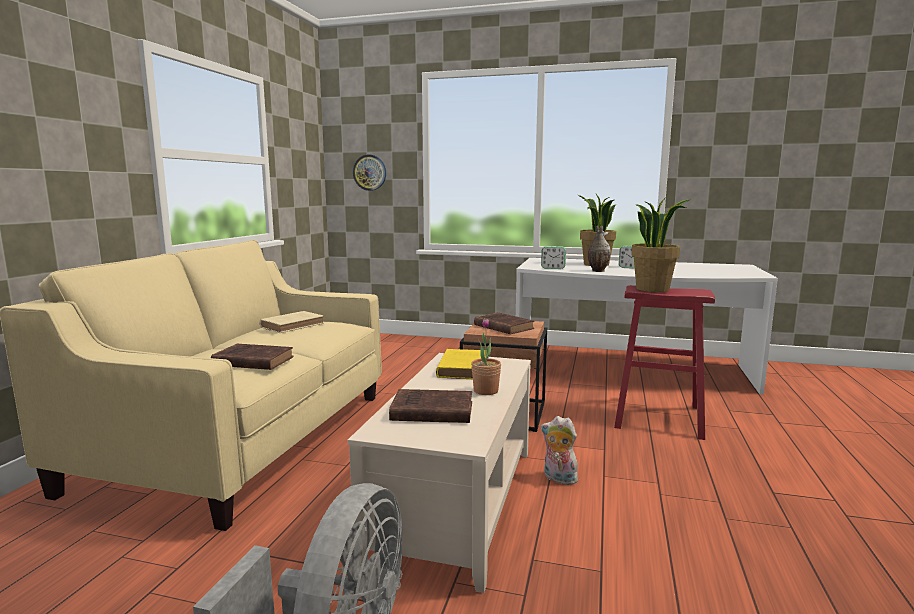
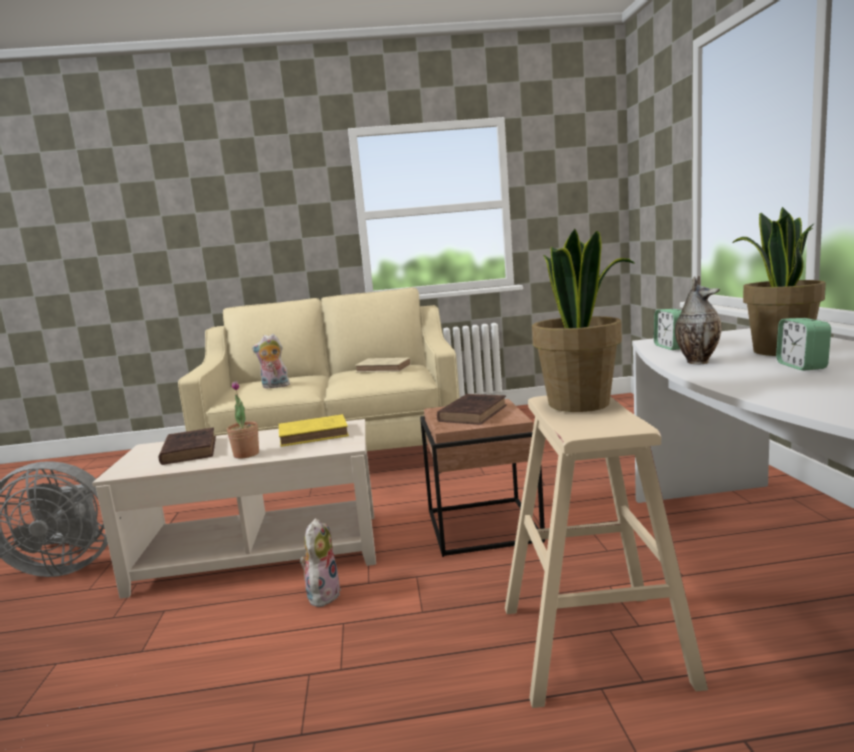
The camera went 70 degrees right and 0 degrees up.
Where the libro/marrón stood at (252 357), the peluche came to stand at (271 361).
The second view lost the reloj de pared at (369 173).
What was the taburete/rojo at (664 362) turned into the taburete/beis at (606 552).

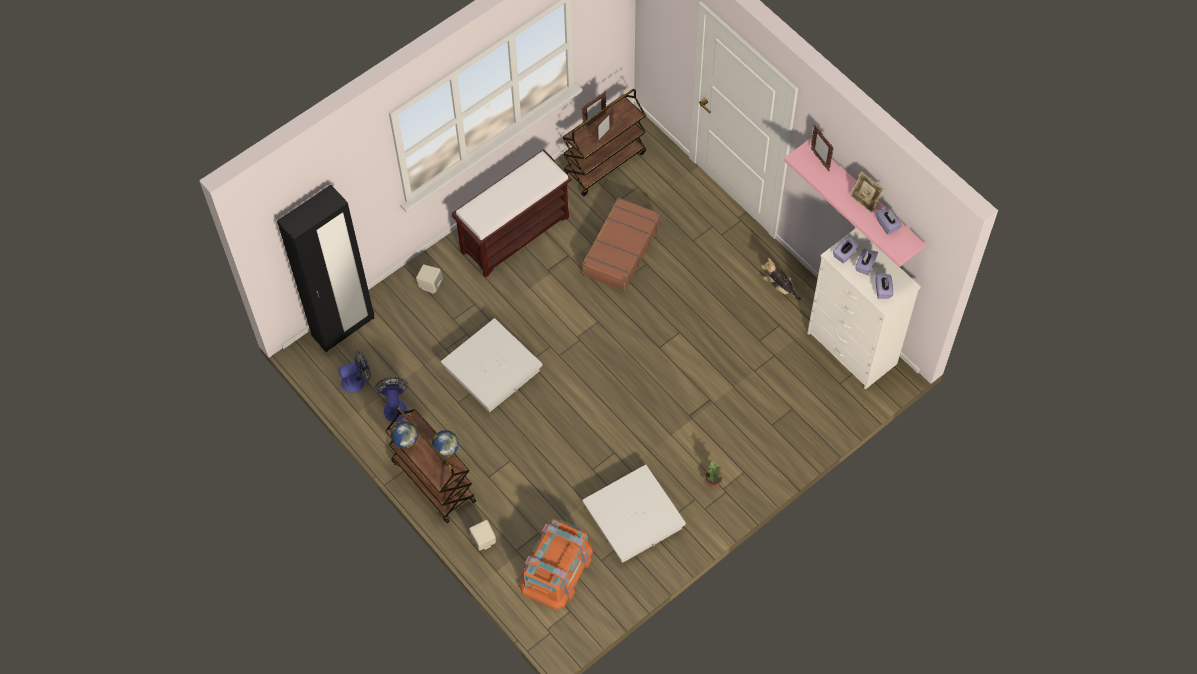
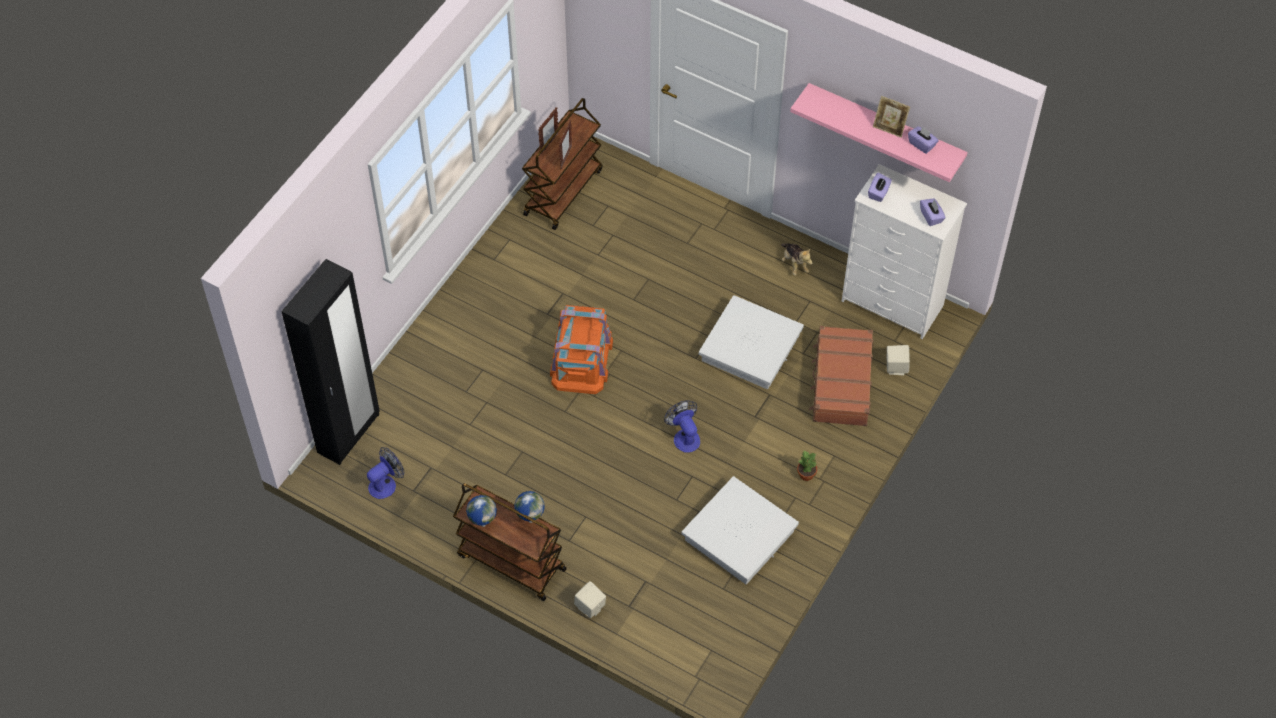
The camera went 20 degrees left and 5 degrees down.
The ventilador ended up elsewhere, having gone from (392 399) to (682 426).
The altavoz/beis ended up elsewhere, having gone from (429 279) to (898 360).
The caja de almacenaje/blanco ended up elsewhere, having gone from (491 365) to (751 342).
The second view lost the banco/marrón at (512 213).
The caja de almacenaje/naranja ended up elsewhere, having gone from (556 564) to (581 349).
The maleta/marrón ended up elsewhere, having gone from (621 244) to (841 376).
The peluche at (781 279) ended up facing another way, 135 degrees counterclockwise from before.
The second view lost the portarretratos at (822 148).
The second view lost the caja de pañuelos/morado at (866 262).

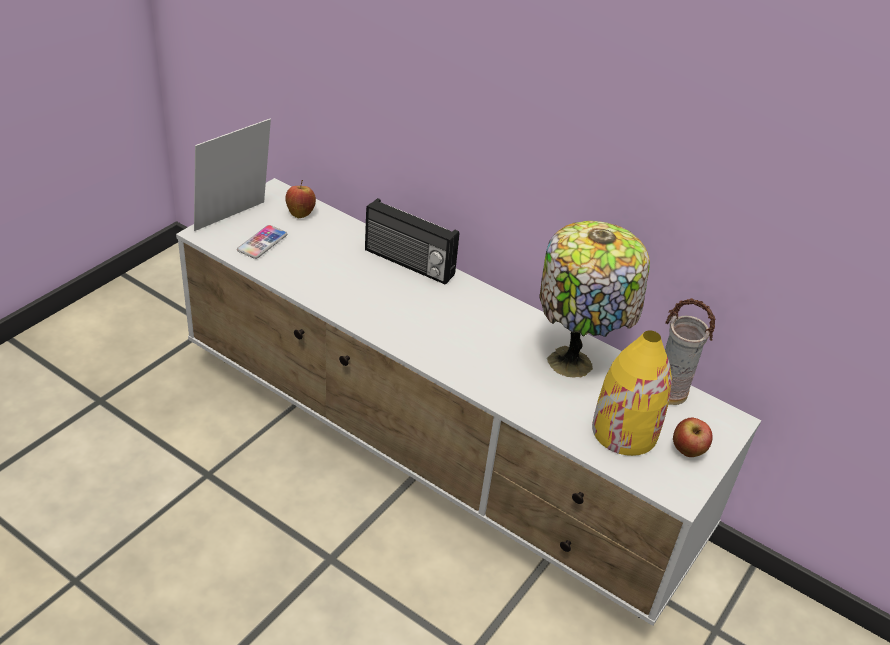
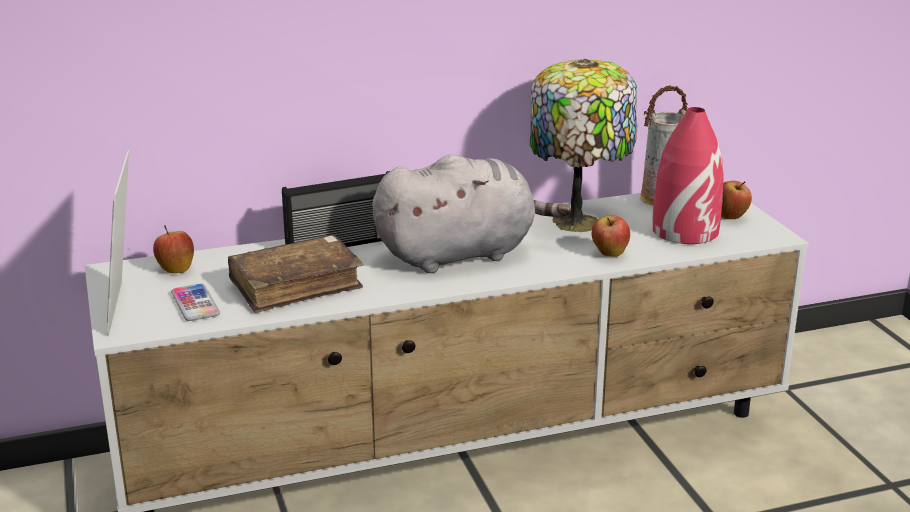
The camera went 50 degrees left and 15 degrees down.
What was the florero/amarillo at (632 393) turned into the florero/rojo at (688 175).
The second view gained the libro/marrón at (296 274).
The second view gained the peluche/gris at (471 213).
The second view gained the manzana at (611 236).

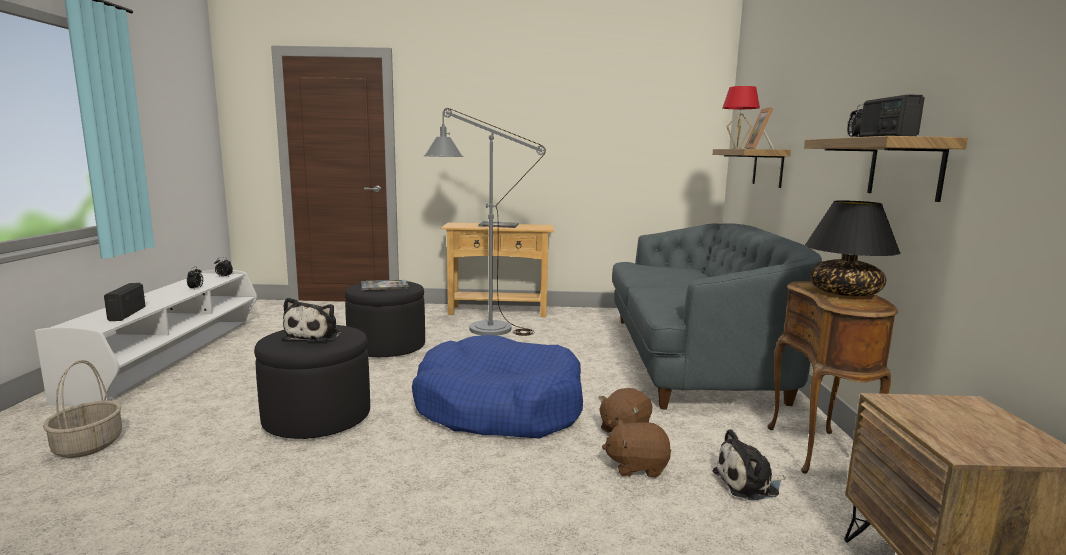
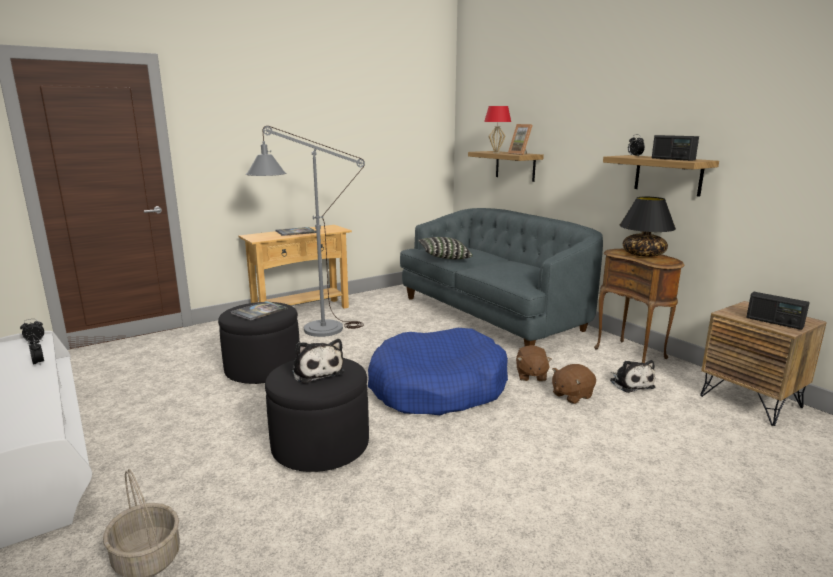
The camera went 35 degrees left and 5 degrees up.
The radio ended up elsewhere, having gone from (125 302) to (778 311).
The peluche at (749 464) ended up facing another way, 60 degrees counterclockwise from before.
The second view gained the cojín at (445 248).

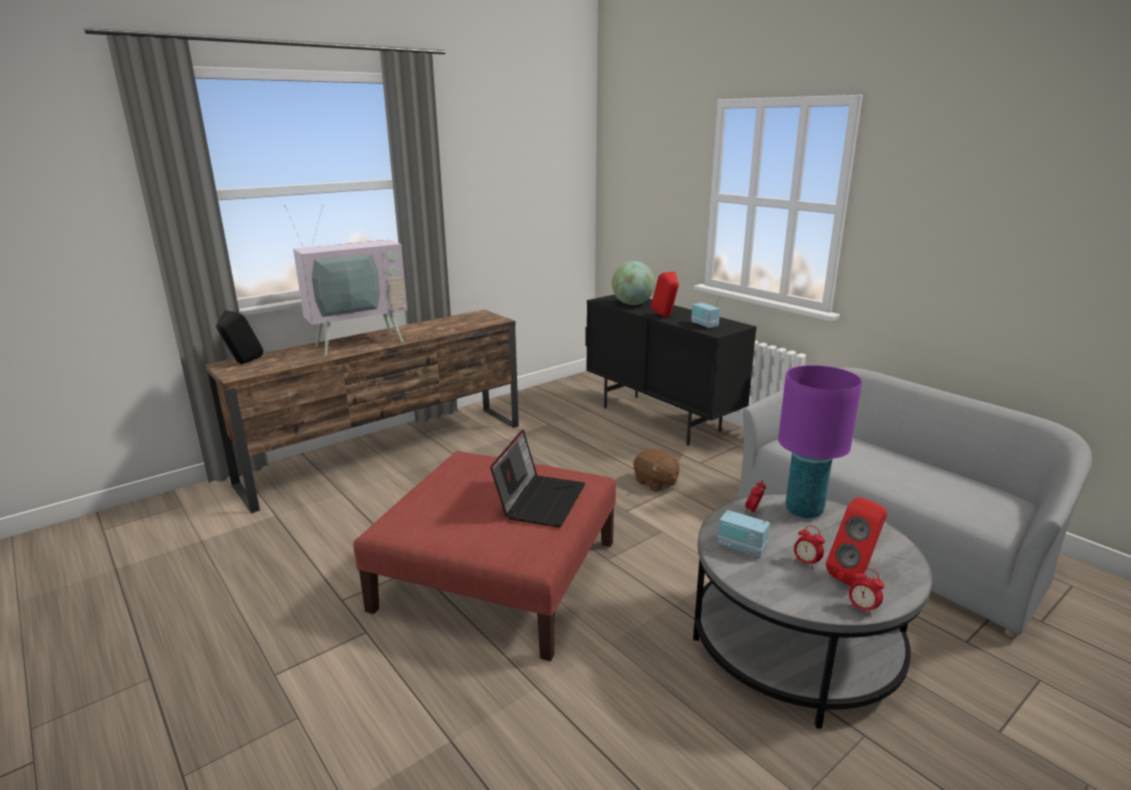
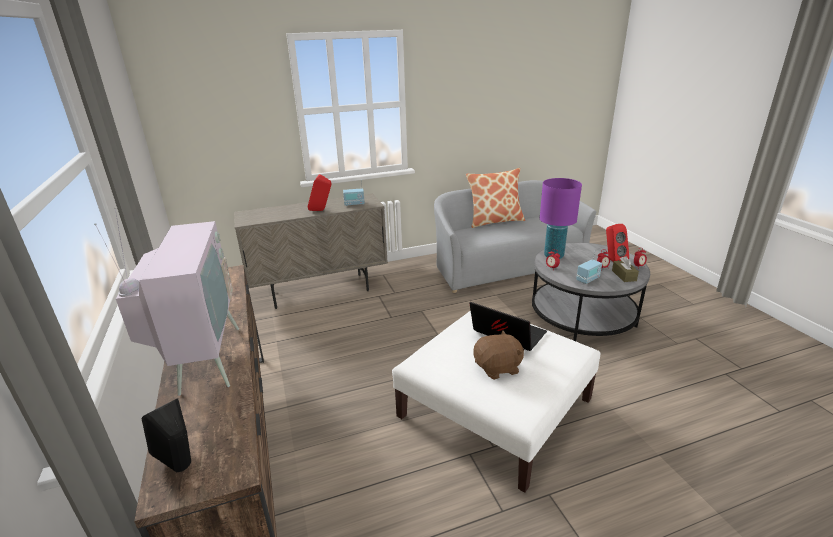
The camera went 70 degrees left and 5 degrees up.
What was the puf/rojo at (484 556) turned into the puf/blanco at (496 401).
What was the armario/negro at (671 370) turned into the armario/beis at (311 251).
The second view lost the globo terráqueo at (633 283).
The peluche/marrón ended up elsewhere, having gone from (657 470) to (498 355).
The second view gained the cojín at (495 198).
The second view gained the caja de pañuelos/marrón at (625 269).

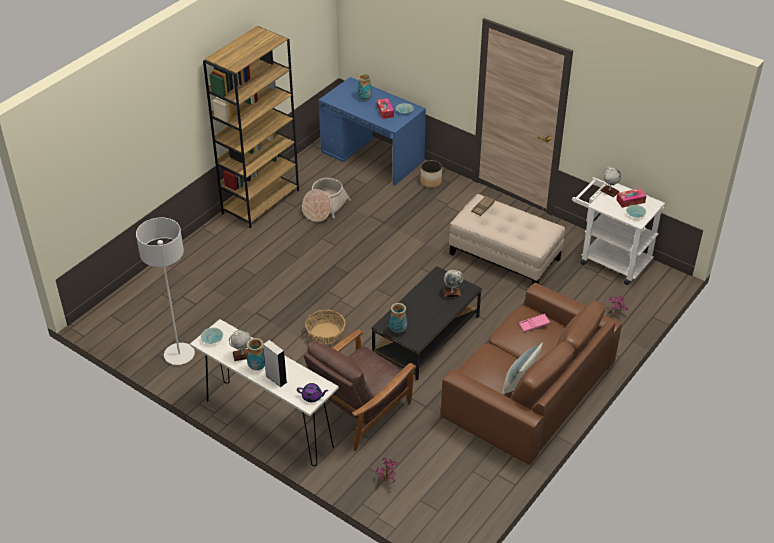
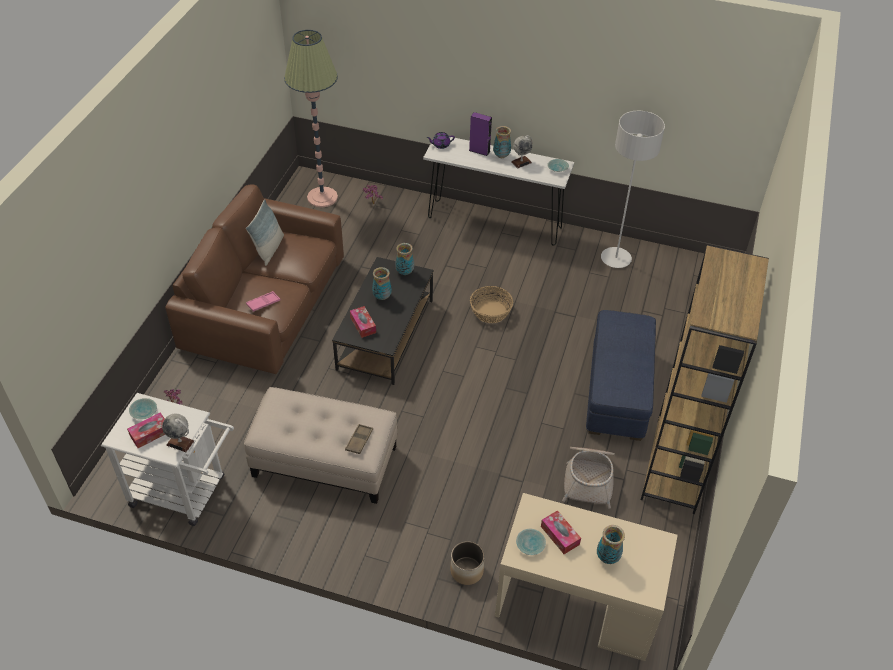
The camera went 160 degrees right and 5 degrees up.
What was the altavoz/gris at (275 363) turned into the altavoz/morado at (480 134).
The second view lost the sillón/marrón at (360 390).
What was the escritorio/azul at (372 131) turned into the escritorio/beis at (586 577).
Where the globo terráqueo stood at (453 284), the caja de pañuelos came to stand at (363 322).
The second view gained the lámpara de pie at (311 118).
The second view gained the florero at (382 283).
The second view gained the puf/azul at (621 375).

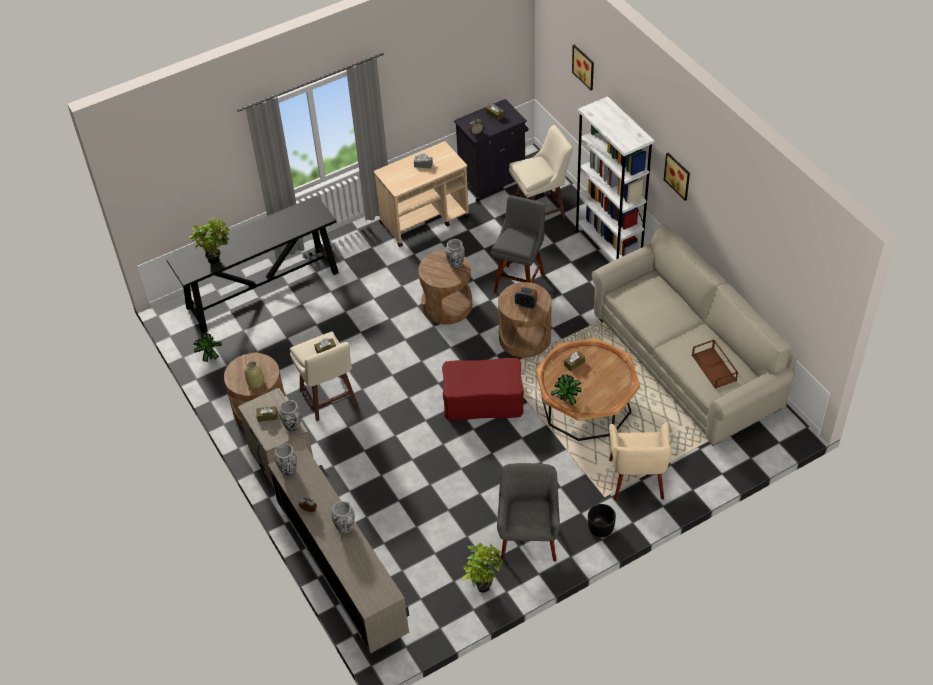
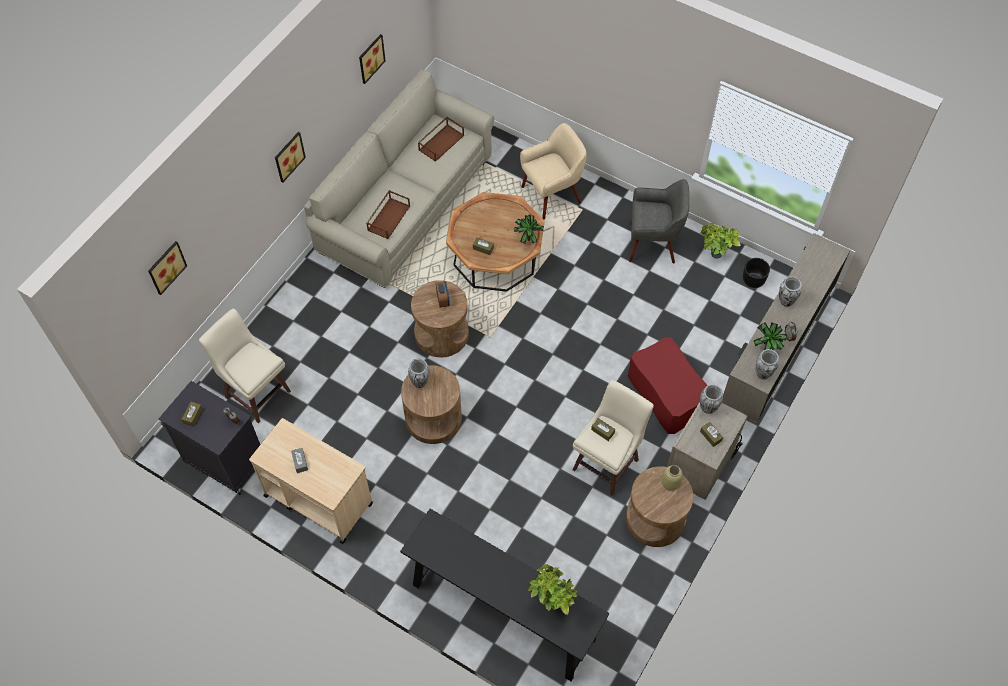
The camera went 120 degrees left and 10 degrees up.
The planta en maceta ended up elsewhere, having gone from (207 348) to (770 336).
The puf/rojo ended up elsewhere, having gone from (483 389) to (667 385).
The second view lost the taburete/gris at (518 244).
The sillón/gris at (528 512) ended up facing another way, 150 degrees counterclockwise from before.
The second view lost the estantería/blanco at (615 178).
The maceta/negro ended up elsewhere, having gone from (602 521) to (756 273).
The second view gained the cuadro at (372 59).
The second view gained the bandeja/marrón at (388 214).

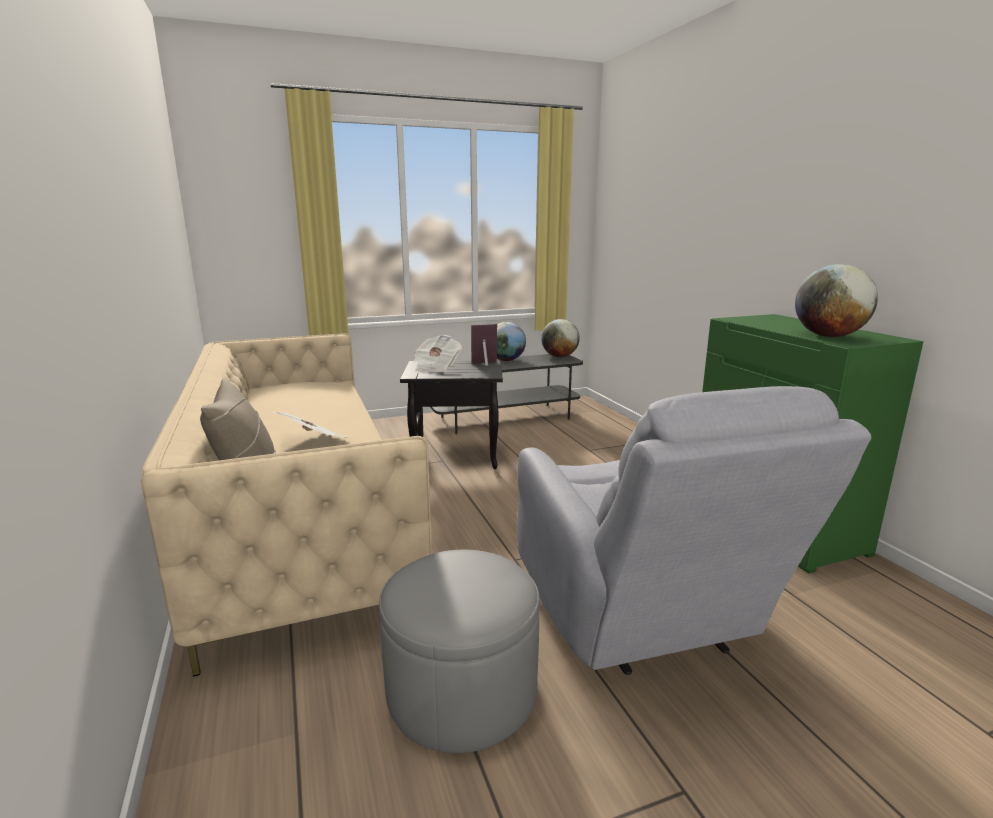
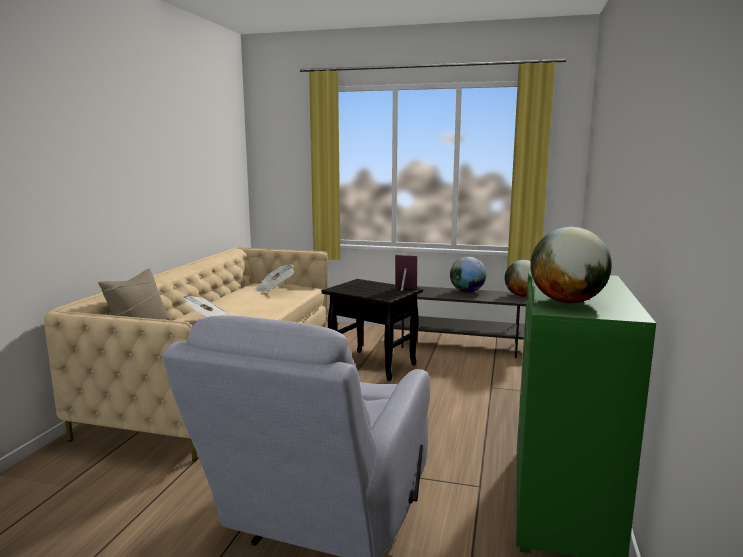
The camera went 35 degrees right and 5 degrees down.
The second view lost the puf/gris at (459 651).
The periódico ended up elsewhere, having gone from (437 354) to (274 278).

